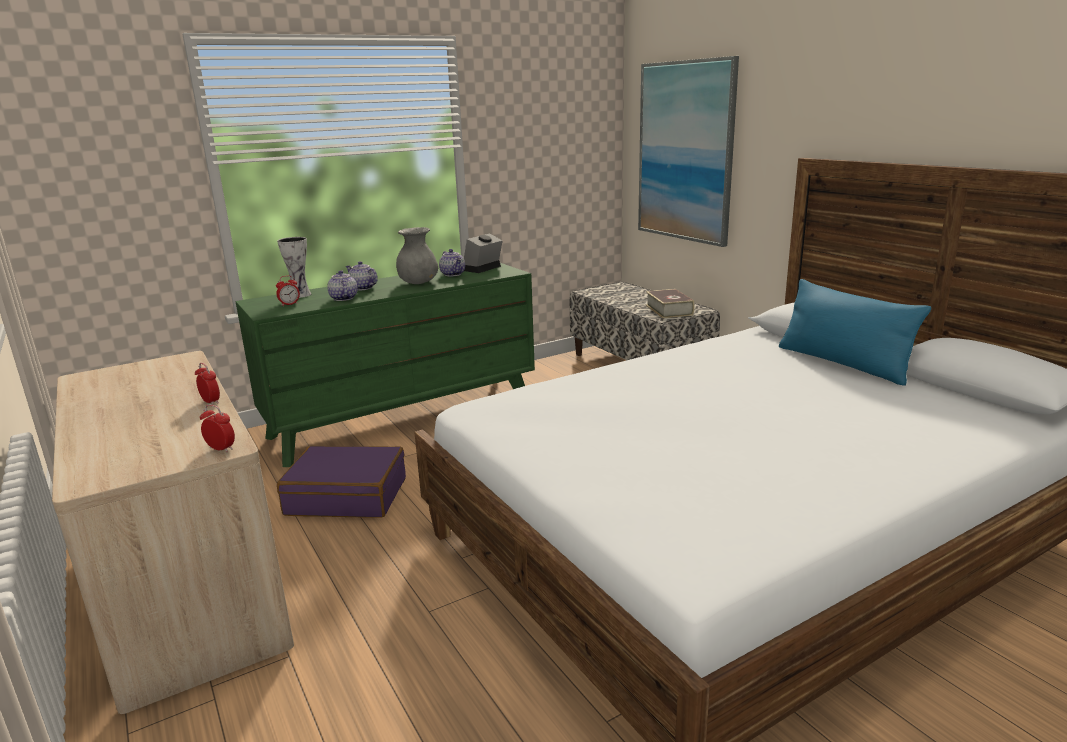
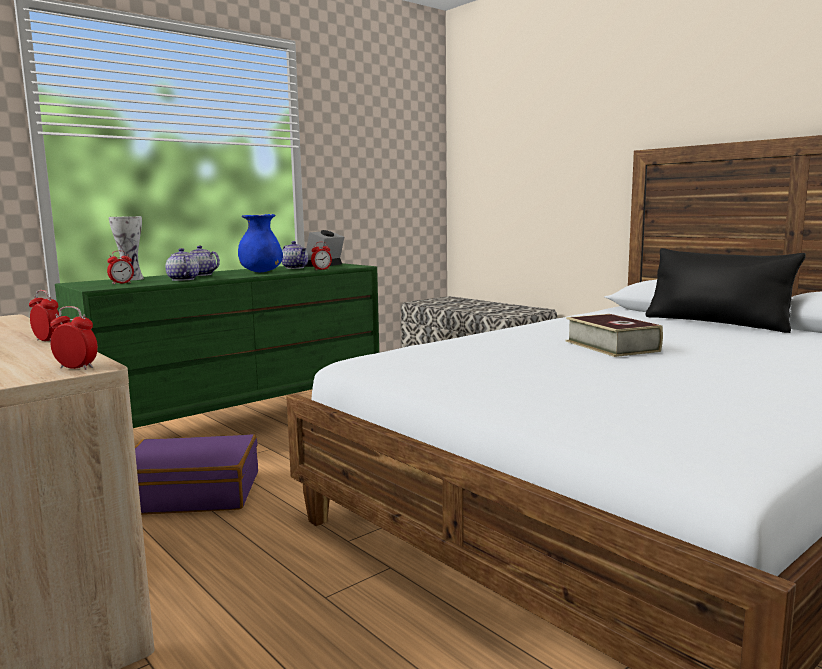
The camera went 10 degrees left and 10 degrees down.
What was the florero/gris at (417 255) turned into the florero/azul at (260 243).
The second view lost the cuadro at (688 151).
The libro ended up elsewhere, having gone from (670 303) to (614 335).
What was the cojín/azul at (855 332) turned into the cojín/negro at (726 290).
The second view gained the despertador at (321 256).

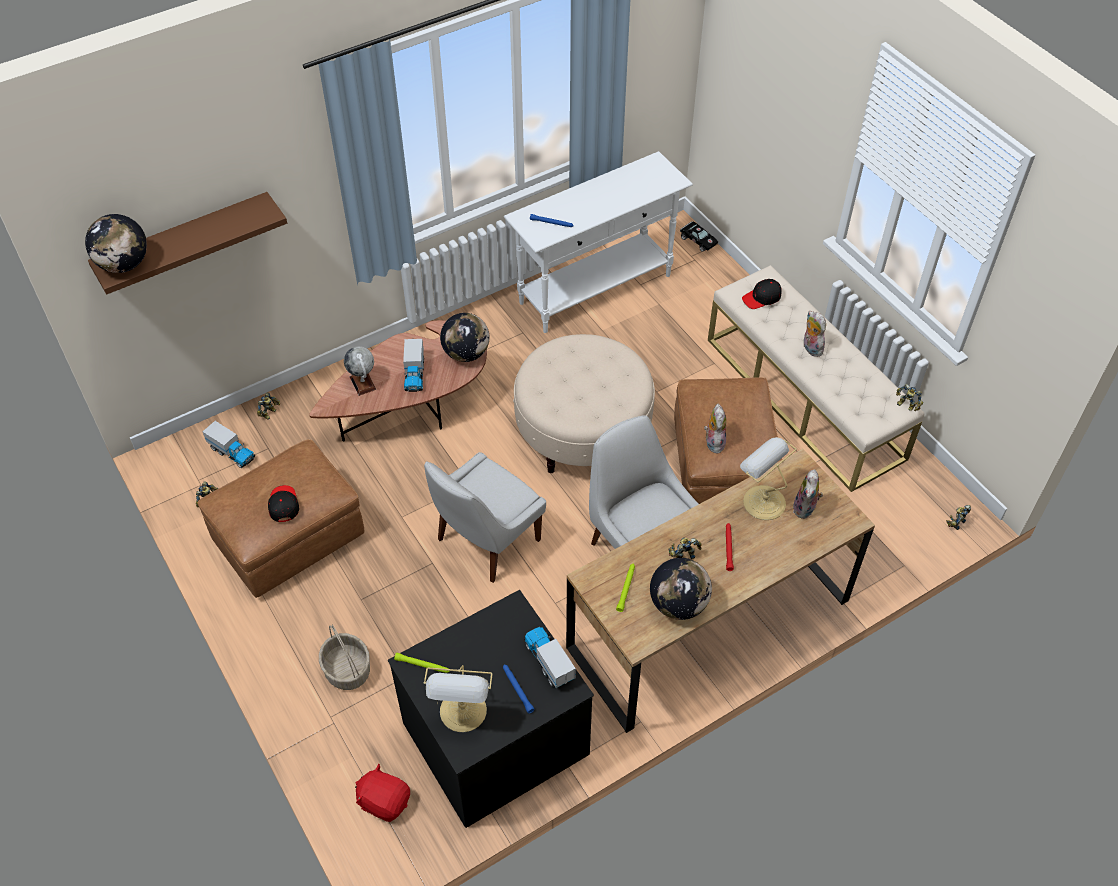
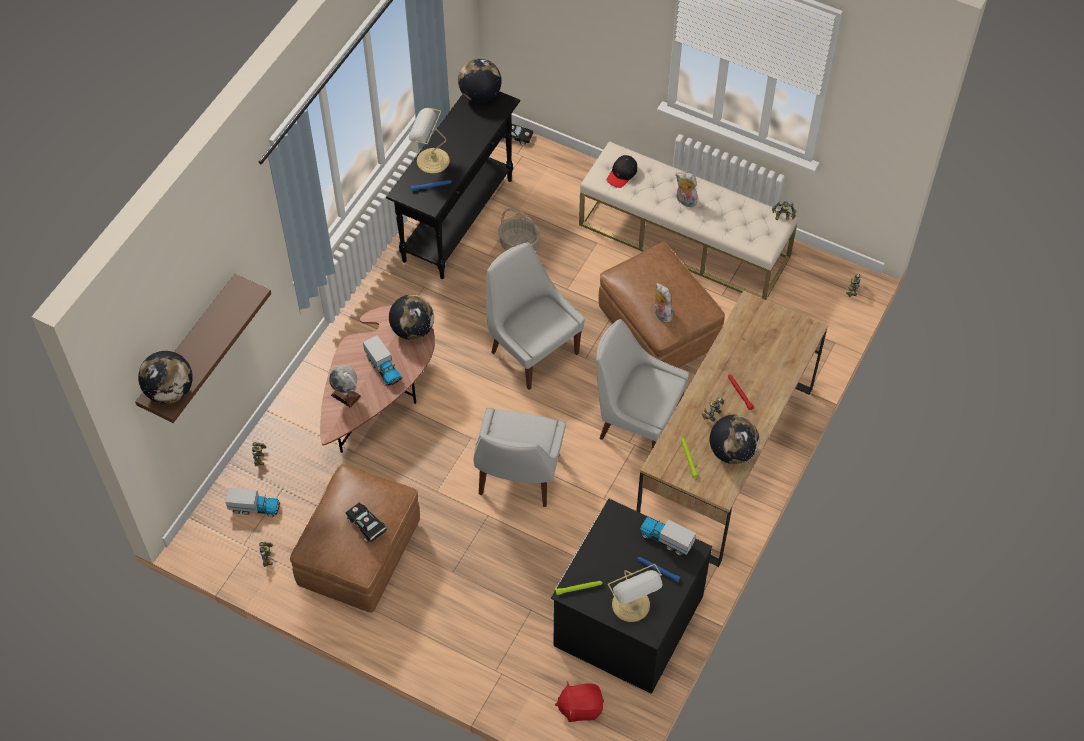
The camera went 30 degrees left and 5 degrees up.
Where the gorra/negro stood at (283 503), the coche de juguete/negro came to stand at (366 522).
The cesta ended up elsewhere, having gone from (344 657) to (519 229).
What was the mesa consola/blanco at (598 242) turned into the mesa consola/negro at (453 185).
Where the puf/beis stood at (584 403), the silla/blanco came to stand at (535 316).
The lámpara de mesa ended up elsewhere, having gone from (768 478) to (429 141).
The second view lost the peluche at (808 494).
The second view gained the globo terráqueo at (480 81).

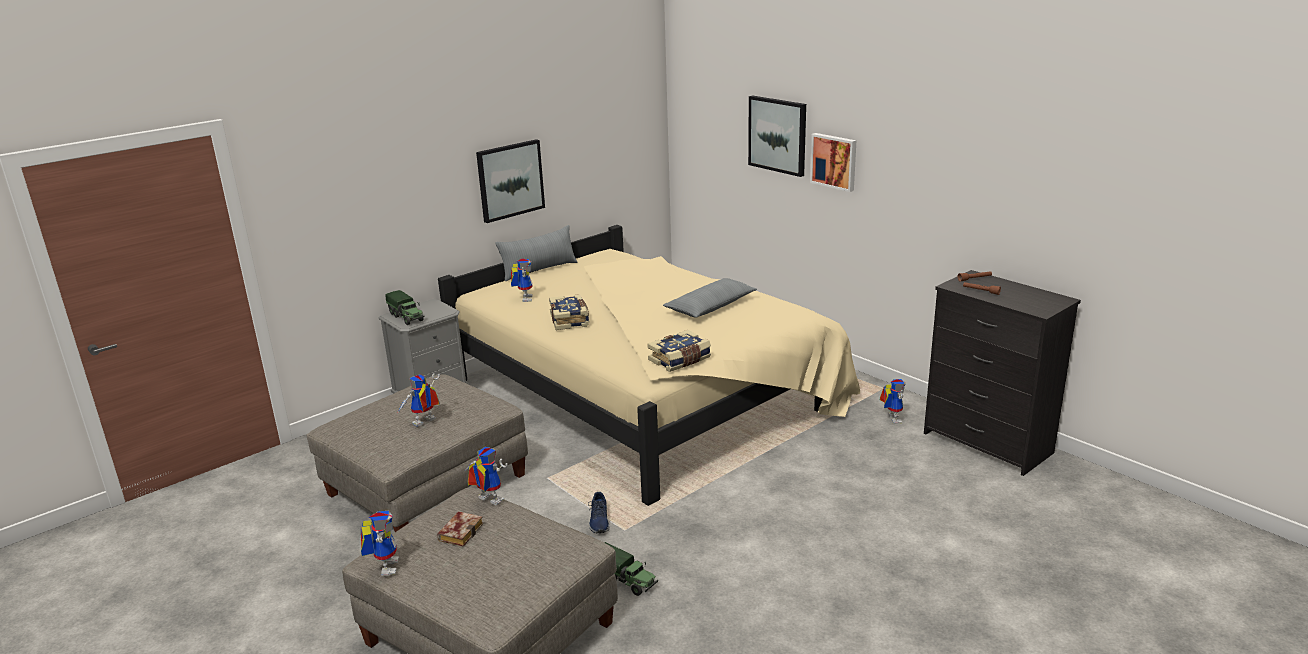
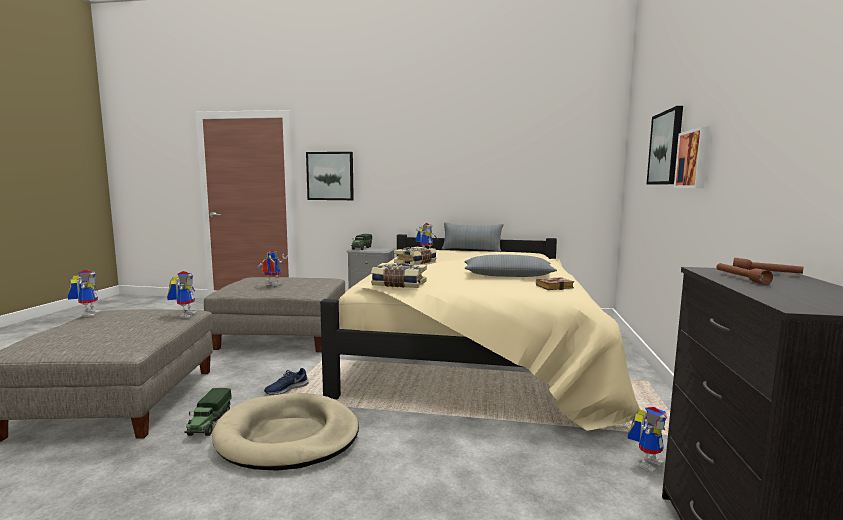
The camera went 50 degrees right and 15 degrees down.
The robot de juguete at (380 543) ended up facing another way, 60 degrees counterclockwise from before.
The libro ended up elsewhere, having gone from (460 529) to (555 283).
The cuadro ended up elsewhere, having gone from (510 181) to (330 176).
The second view gained the cama para perro/beis at (285 432).

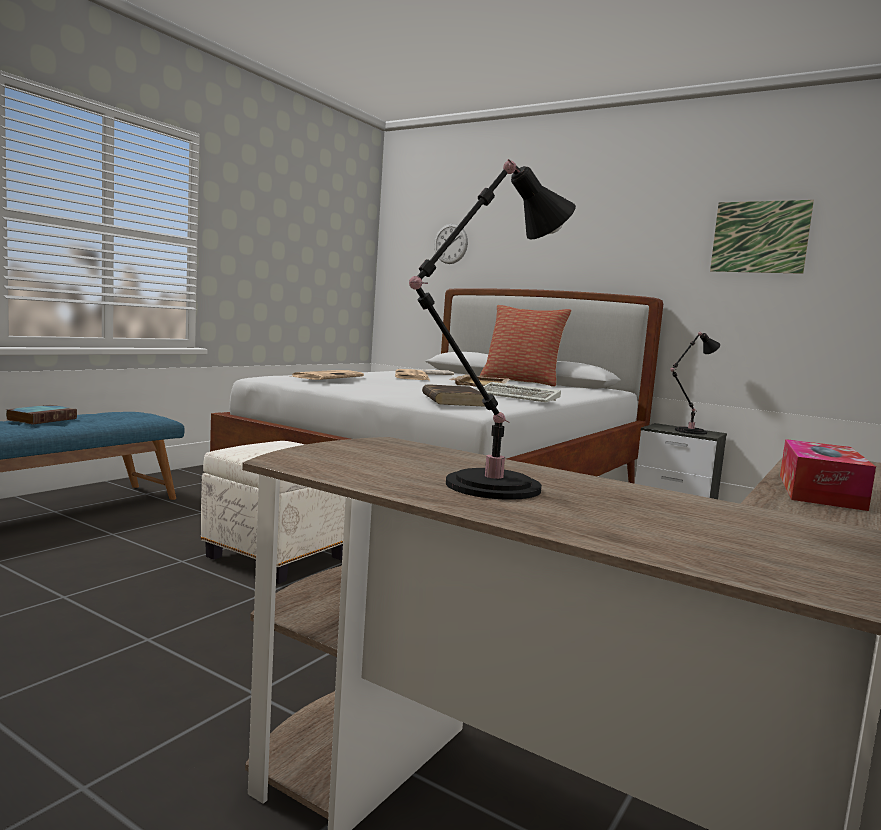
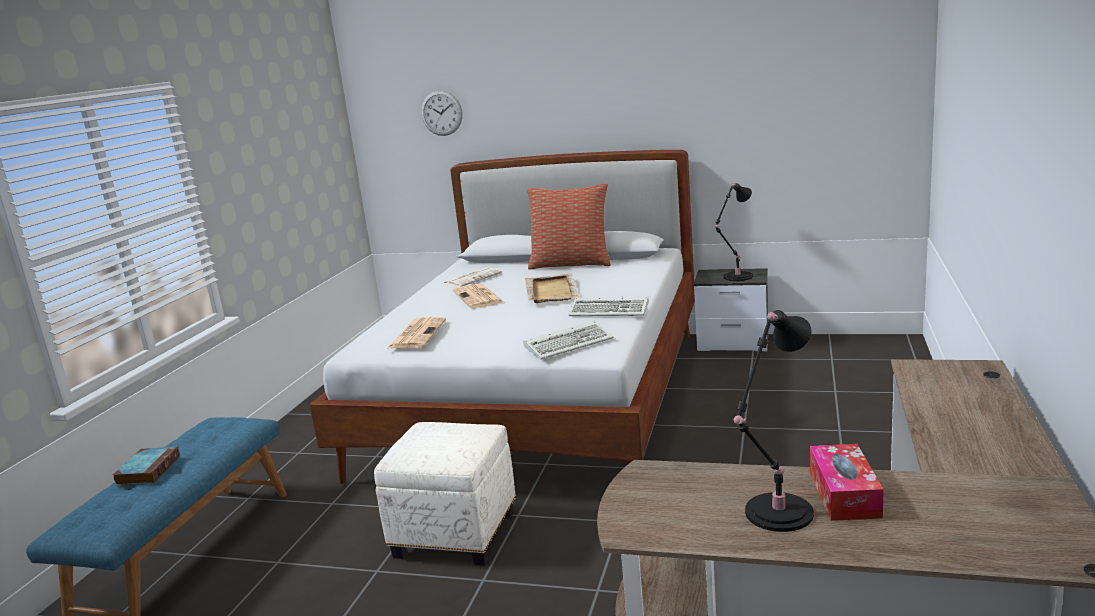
The camera went 15 degrees left and 10 degrees up.
Where the libro/marrón stood at (453 395), the teclado came to stand at (568 340).
The second view lost the cuadro at (762 237).
The caja de pañuelos ended up elsewhere, having gone from (828 475) to (847 482).

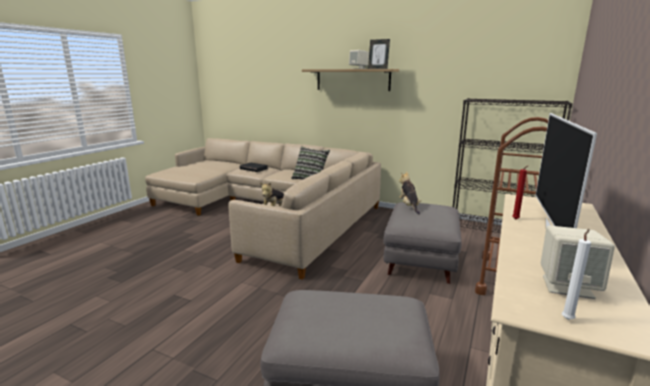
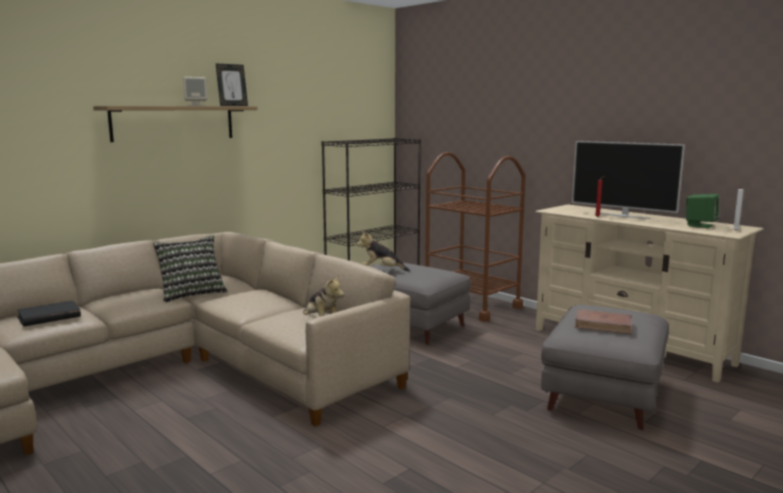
The camera went 70 degrees left and 5 degrees down.
What was the altavoz/beis at (578 262) turned into the altavoz/verde at (703 211).
The second view gained the libro/marrón at (603 321).

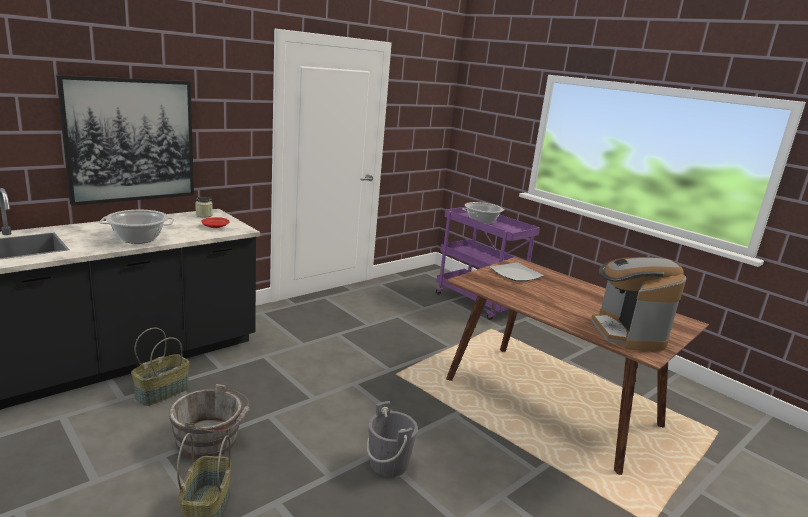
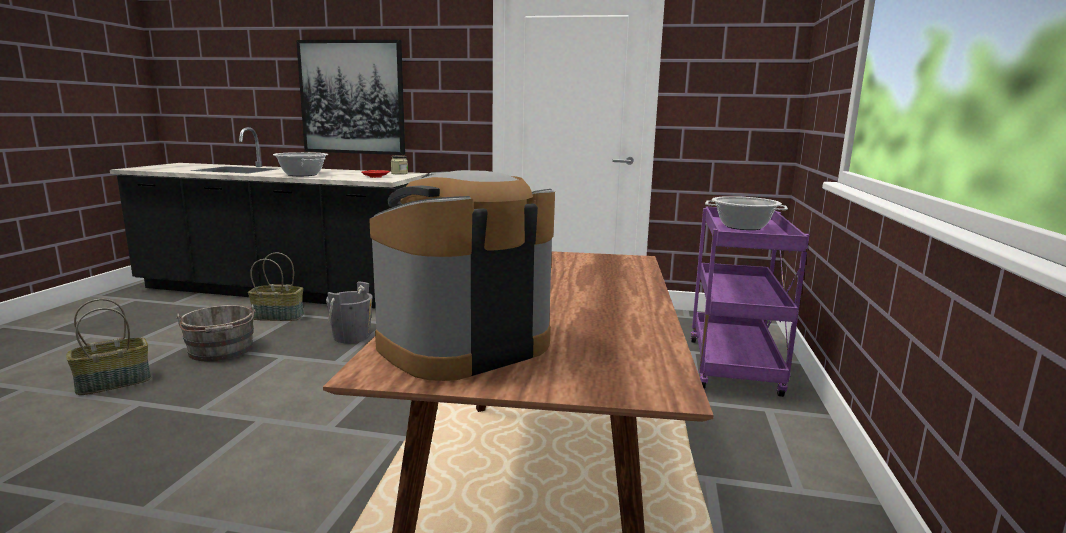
The camera went 55 degrees right and 5 degrees down.
The cubo/gris ended up elsewhere, having gone from (392 439) to (349 312).
The second view lost the plato at (517 271).

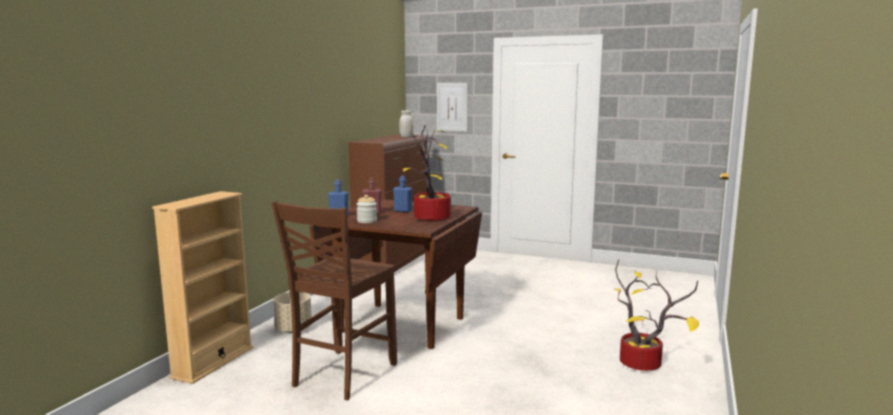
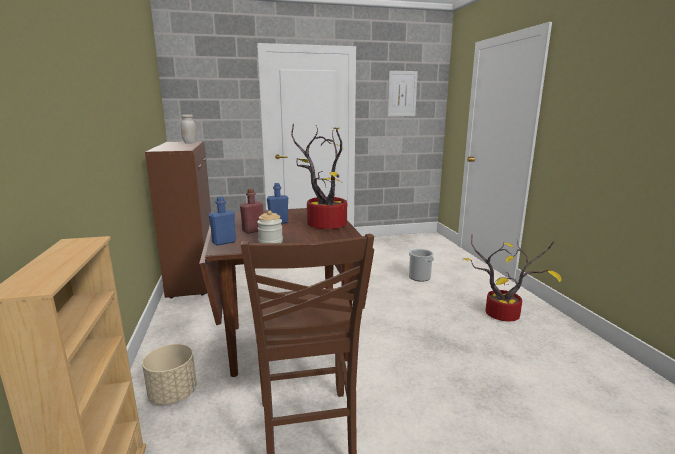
The camera went 35 degrees left and 5 degrees up.
The cuadro ended up elsewhere, having gone from (452 107) to (403 93).
The second view gained the cubo at (421 265).

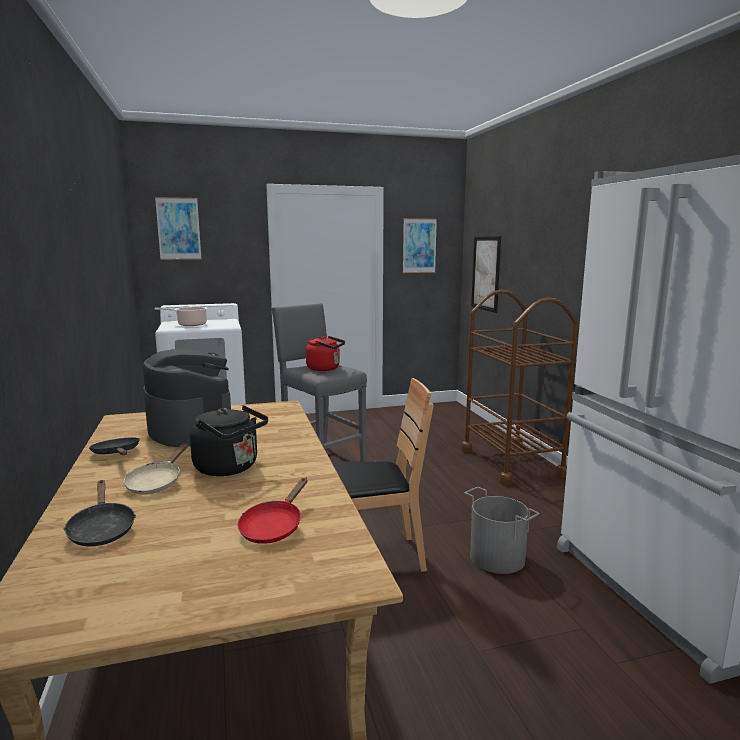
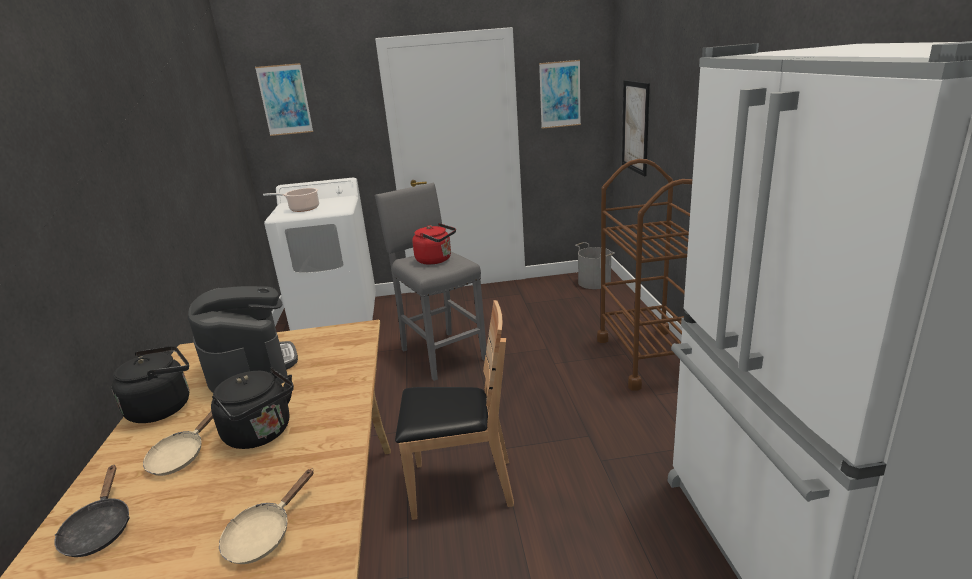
The camera went 10 degrees right and 10 degrees up.
Where the sartén/negro stood at (114 446), the hervidor/negro came to stand at (150 384).
What was the sartén/rojo at (273 511) turned into the sartén/beis at (266 516).
The cubo/gris ended up elsewhere, having gone from (502 530) to (595 265).

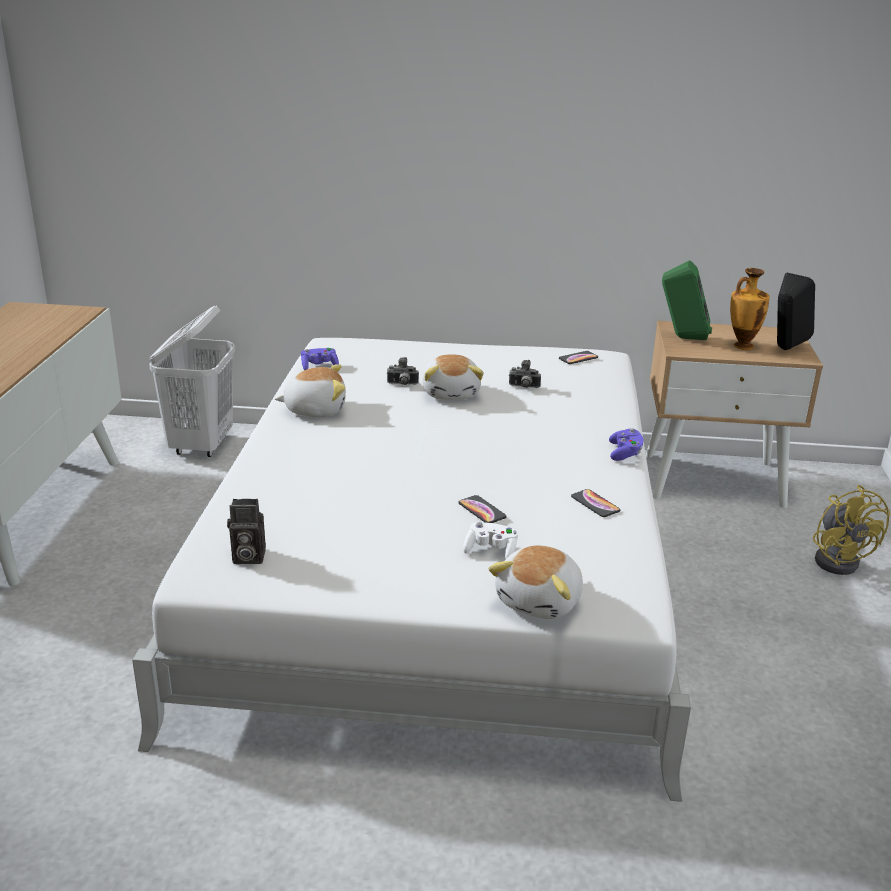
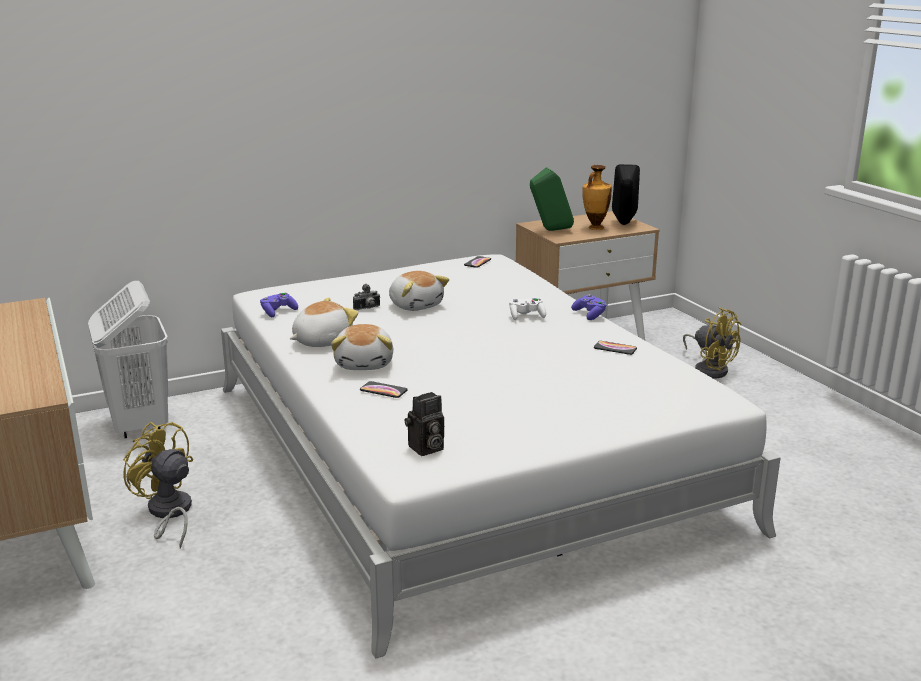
The camera went 30 degrees left and 5 degrees down.
The móvil ended up elsewhere, having gone from (482 509) to (384 389).
The mando de consola/blanco ended up elsewhere, having gone from (490 541) to (527 309).
The peluche ended up elsewhere, having gone from (535 582) to (362 347).
The second view lost the cámara at (525 374).
The second view gained the ventilador/amarillo at (158 485).

